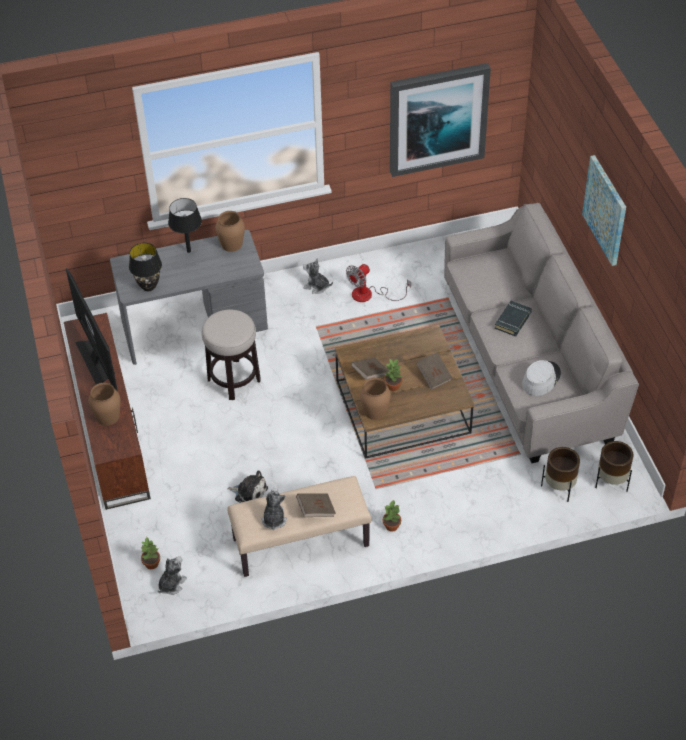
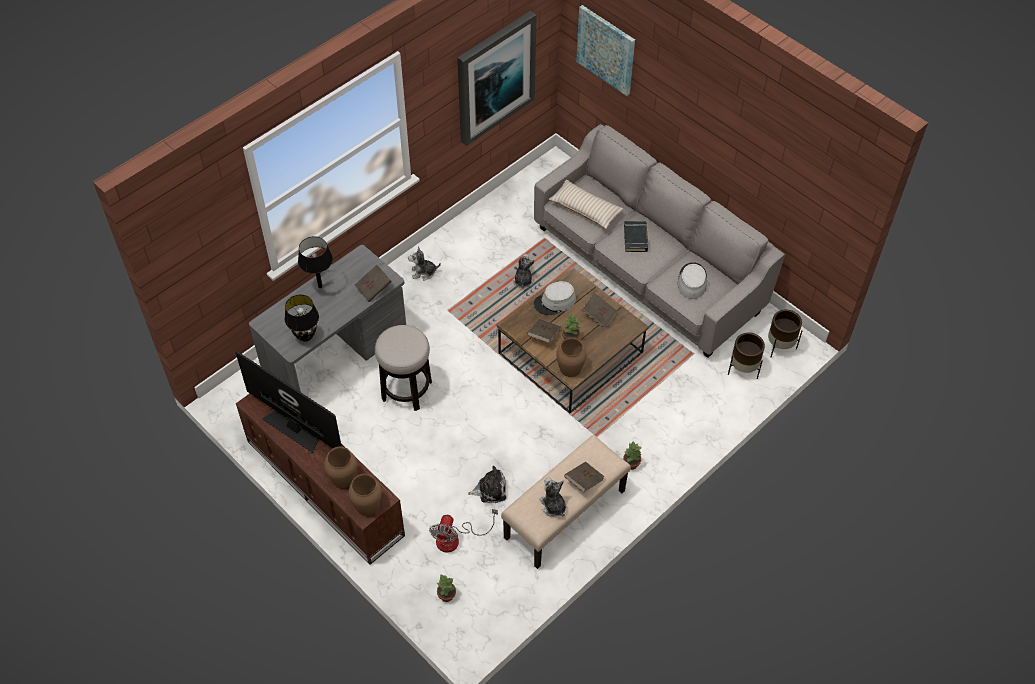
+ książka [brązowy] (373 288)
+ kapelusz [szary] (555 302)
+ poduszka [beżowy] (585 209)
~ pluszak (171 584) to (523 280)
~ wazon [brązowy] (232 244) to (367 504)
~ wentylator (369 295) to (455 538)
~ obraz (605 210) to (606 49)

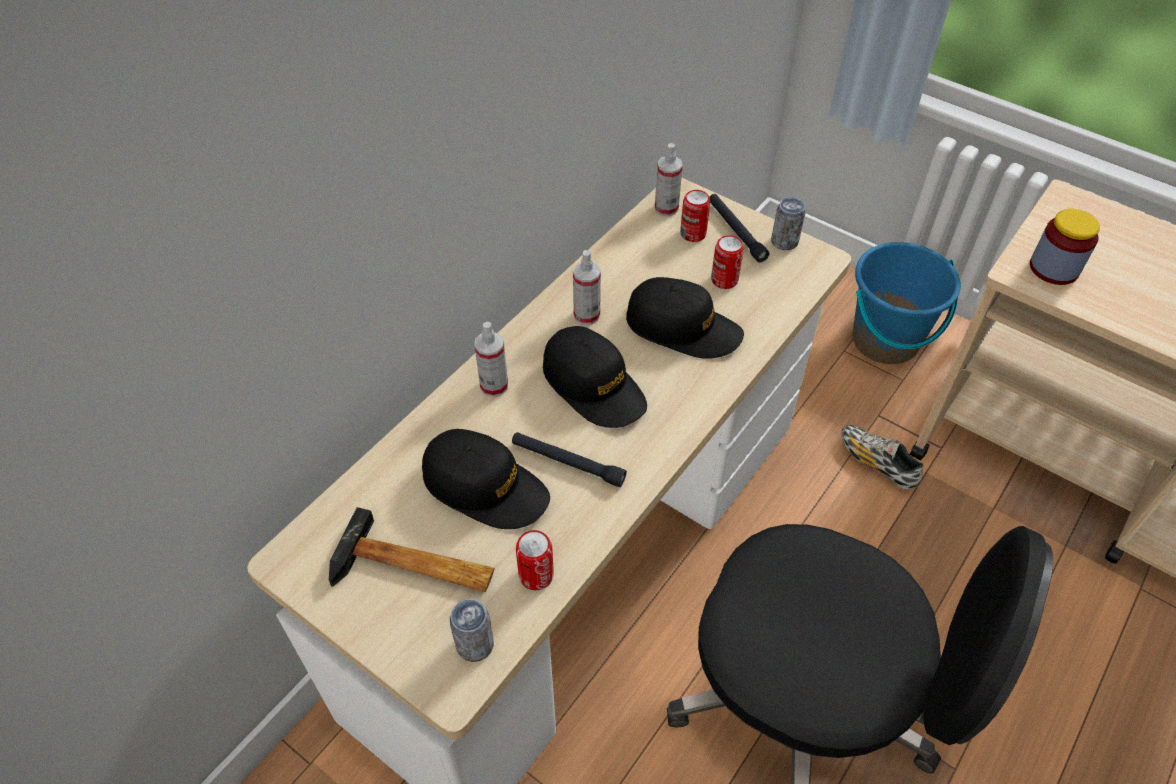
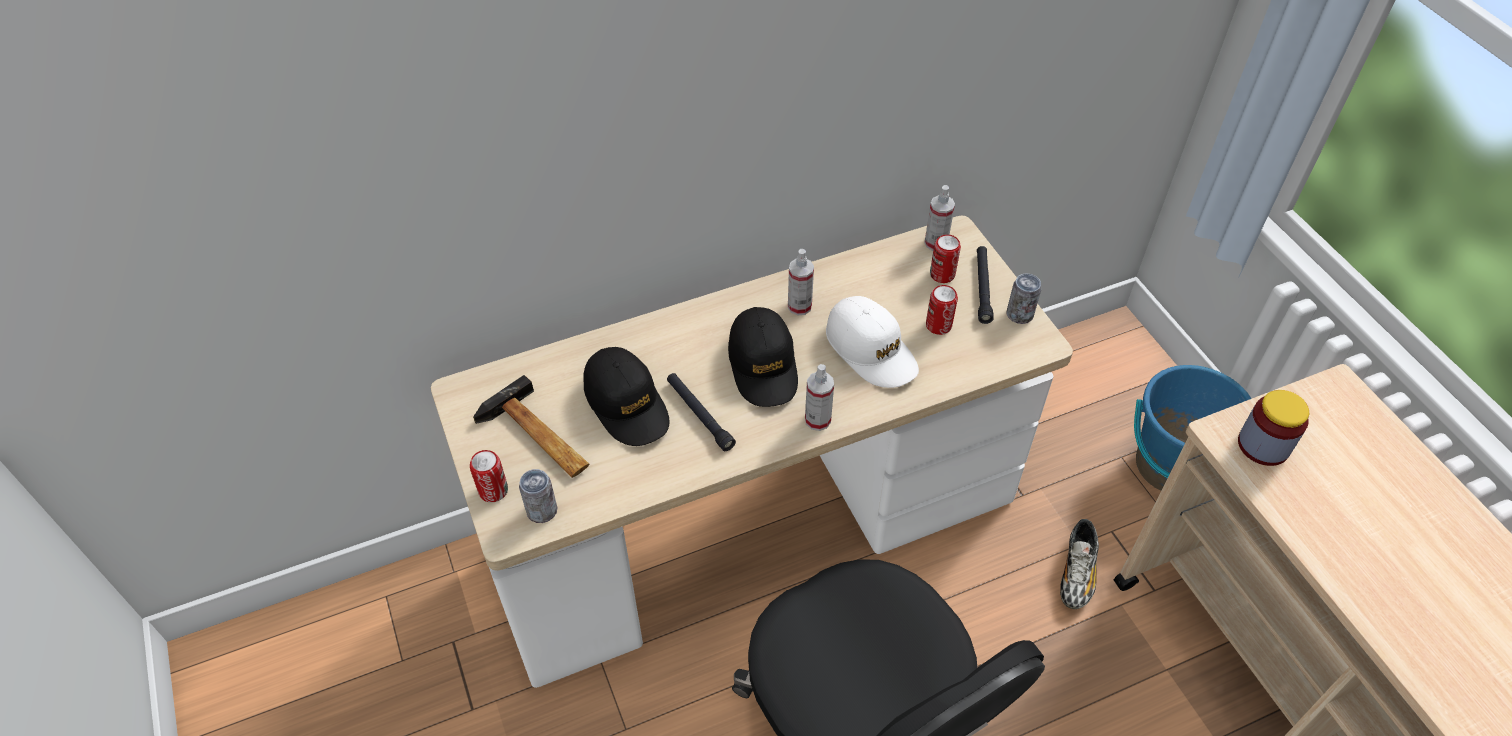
~ spryskiwacz (494 386) to (817 420)
~ puszka (536 575) to (493 490)
~ czapka z daszkiem [czarny] (683 327) to czapka z daszkiem [biały] (871 350)
~ but (876 463) = (1077 573) 150 degrees counterclockwise

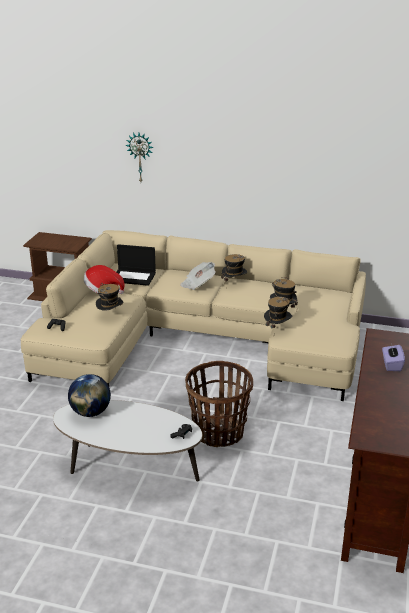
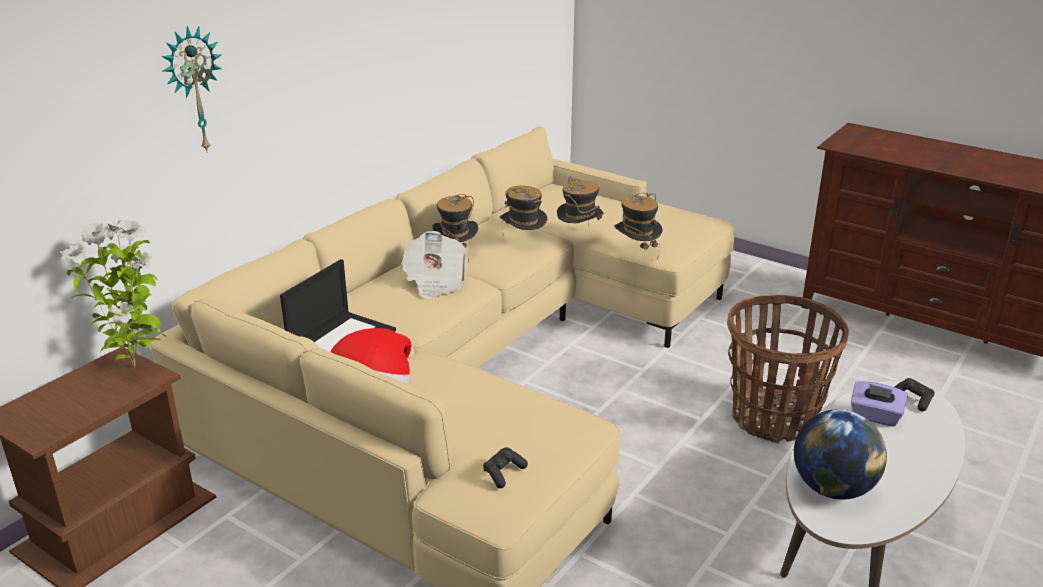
+ roślina doniczkowa (136 365)
~ kapelusz (110 316) to (523 242)
~ pudełko chusteczek [fioletowy] (391 365) to (875 416)

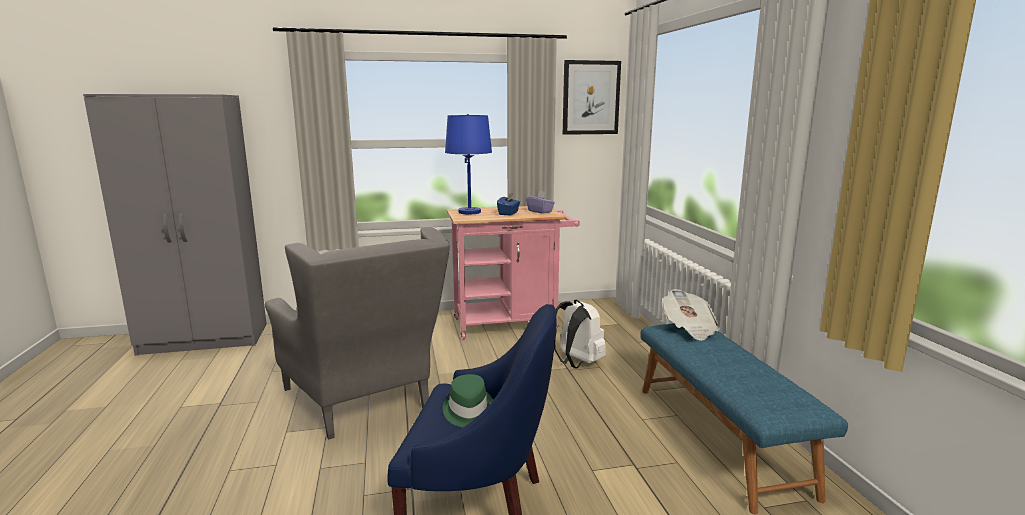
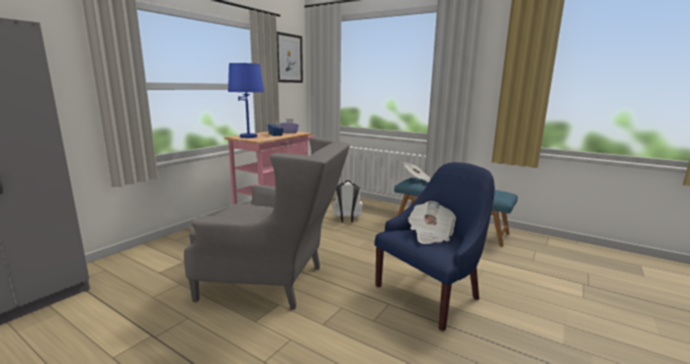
~ kapelusz [zielony] (468 411) to gazeta (430 235)

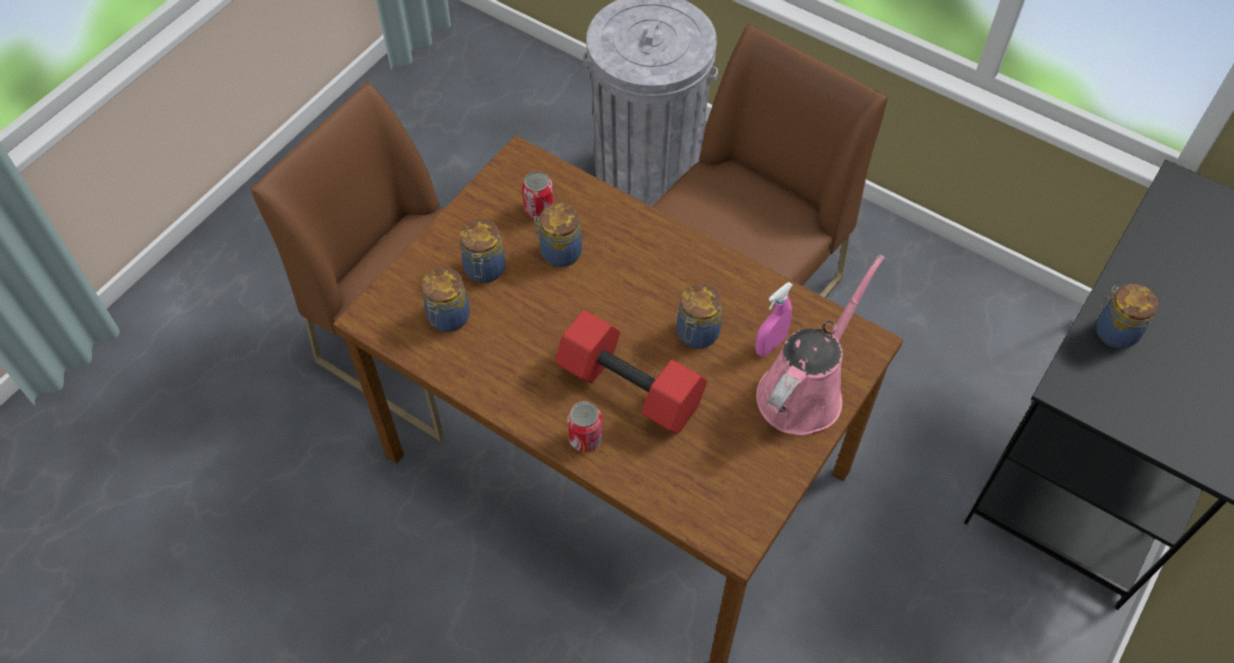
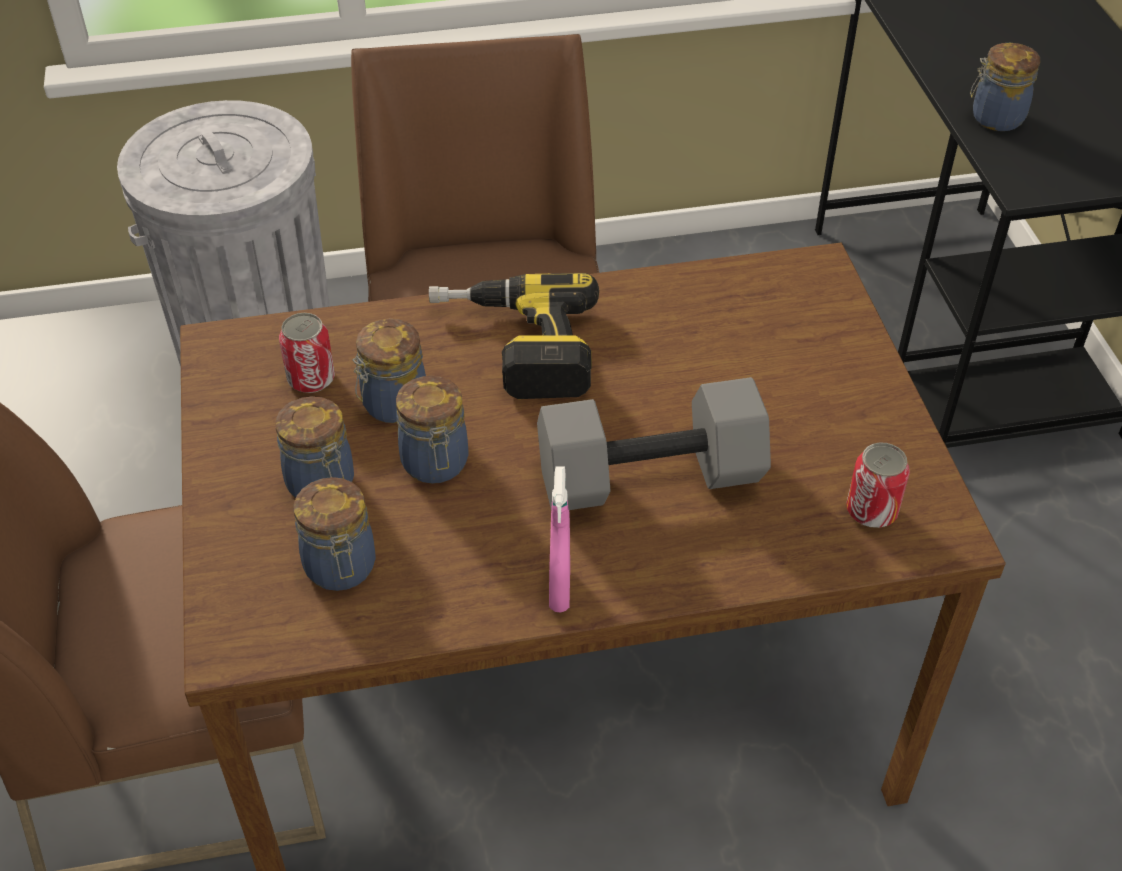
- konewka [różowy] (804 390)
+ wiertarka (513 347)
~ puszka (585 438) to (871 511)
~ słoik (696 334) to (435 464)
~ spryskiwacz [różowy] (770 345) to (559 589)
~ hantel [czerwony] (632 386) to hantel [szary] (651 474)

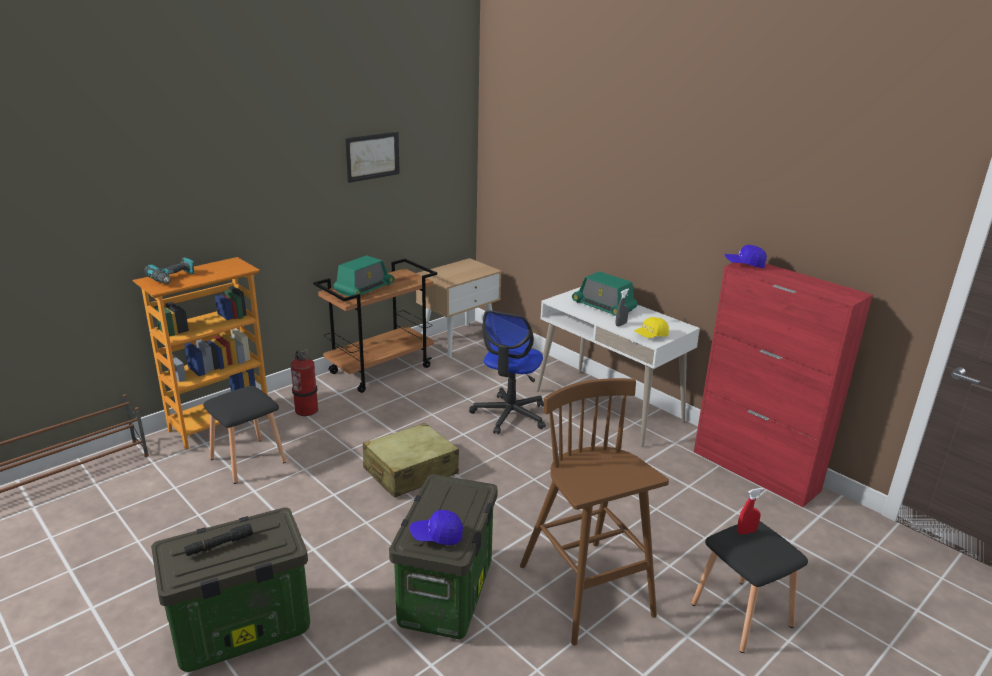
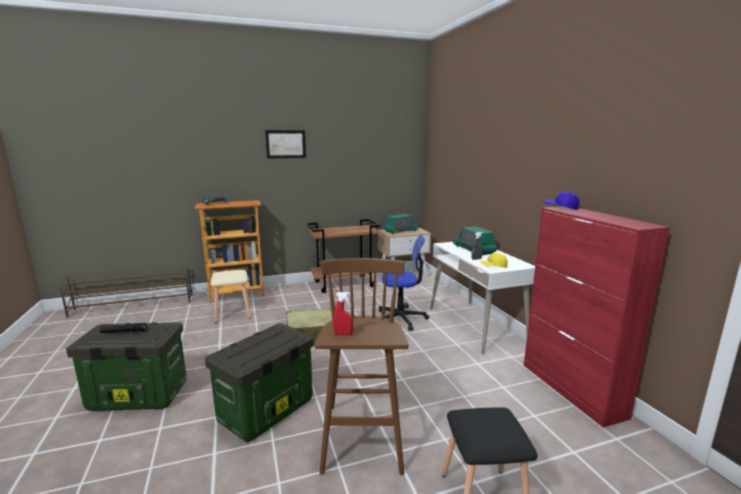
- gaśnica (307 410)
- czapka z daszkiem [niebieski] (437 536)
~ radio (364 289) to (401 231)
~ obraz (372 156) to (286 144)
~ spryskiwacz [czerwony] (746 532) to (343 334)
~ stołek [czarny] (248 460) to stołek [beżowy] (233 313)
~ krzesło biurowe (509 415) = (401 318) 135 degrees counterclockwise

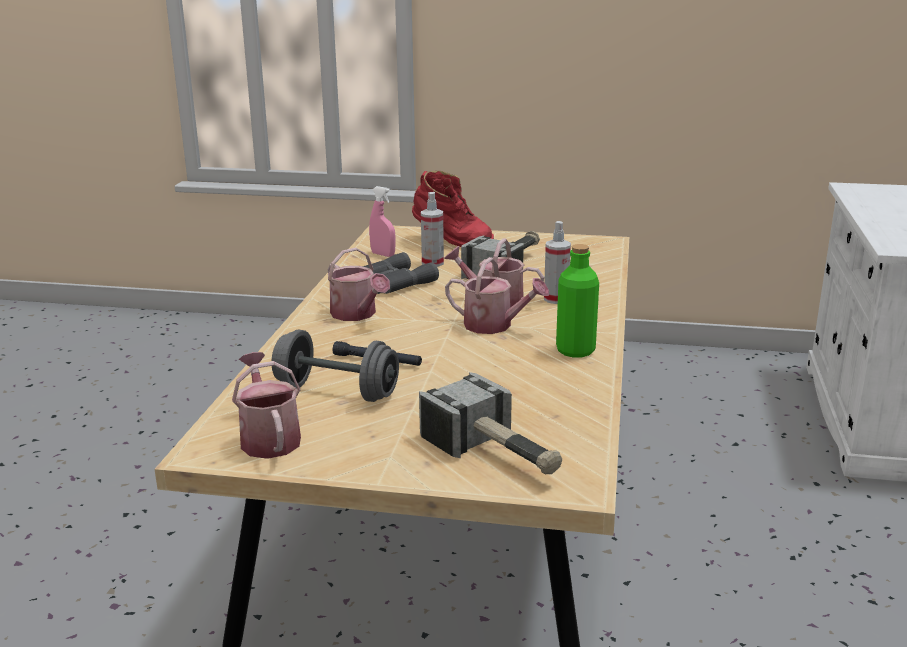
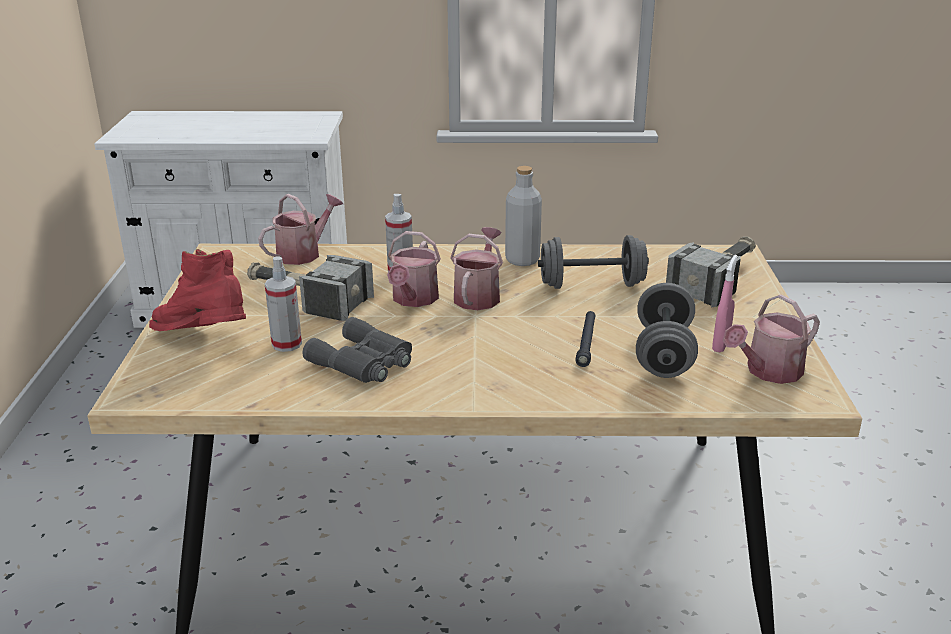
+ hantel [szary] (591 285)
~ konewka (357 314) to (303 253)
~ spryskiwacz [różowy] (383 254) to (720 345)
~ butelka [zielony] (575 350) to butelka [szary] (522 260)
~ but z cholewką [czerwony] (451 243) = (204 339) 75 degrees counterclockwise

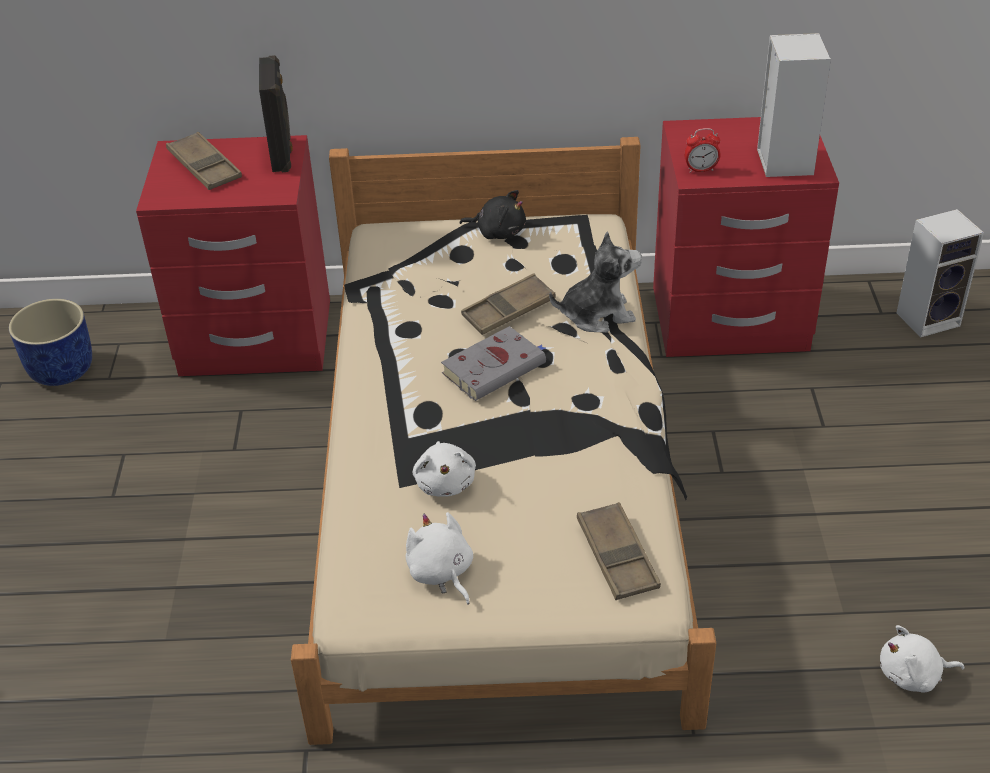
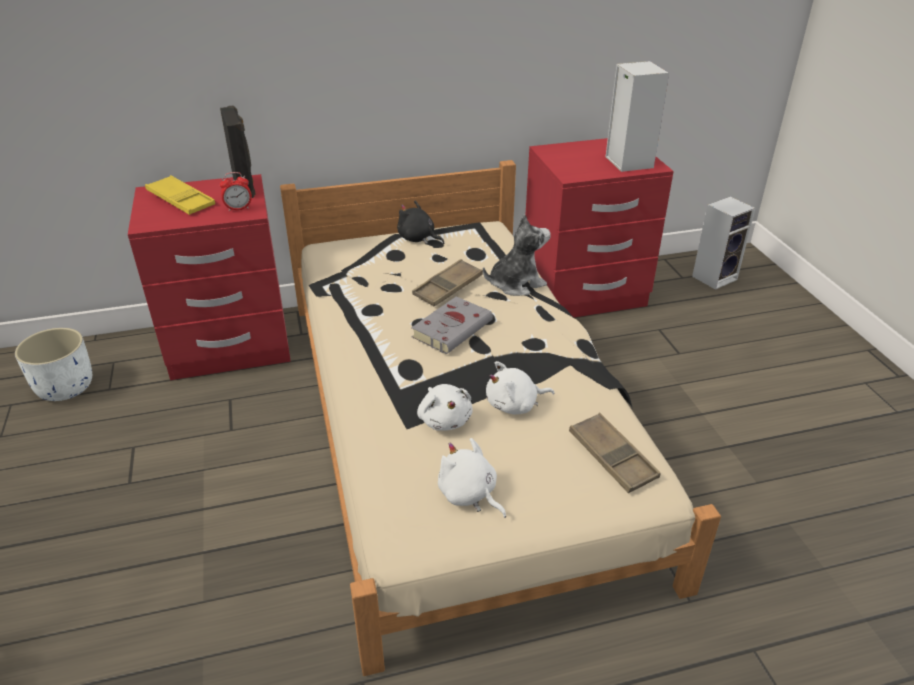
~ budzik (701 170) to (238 208)
~ pluszak [biały] (913 675) to (515 405)
~ donica [niebieski] (61 370) to donica [biały] (65 388)
~ taca [brązowy] (204 167) to taca [żółty] (181 200)
~ pluszak [czarny] (498 232) = (418 238) 150 degrees counterclockwise

